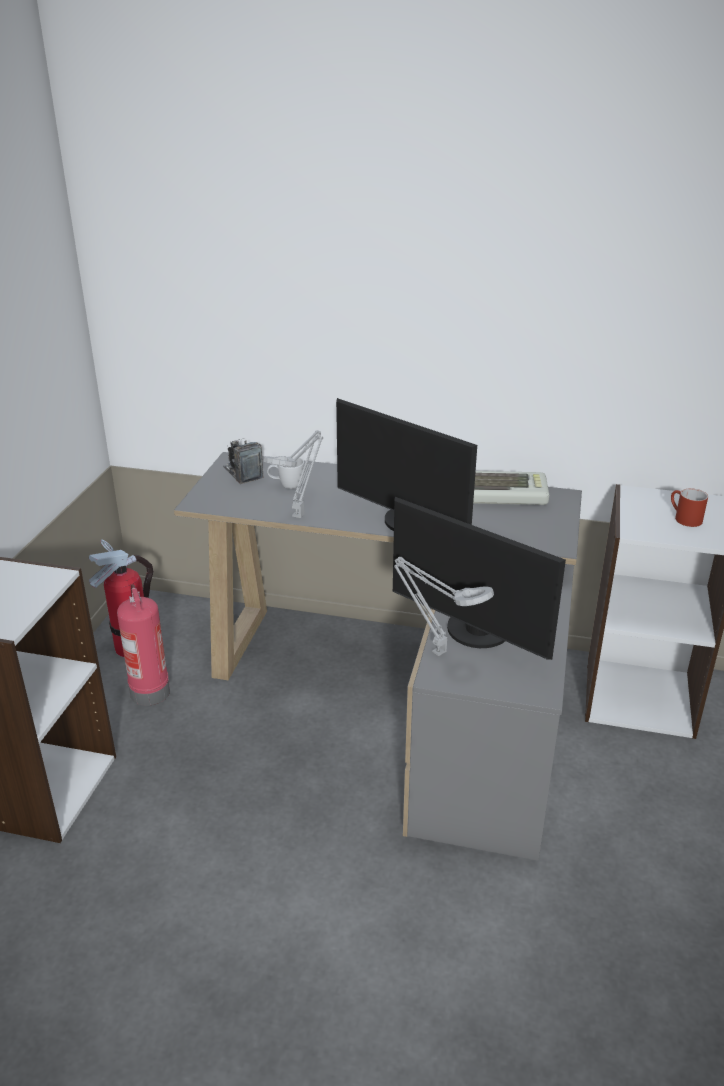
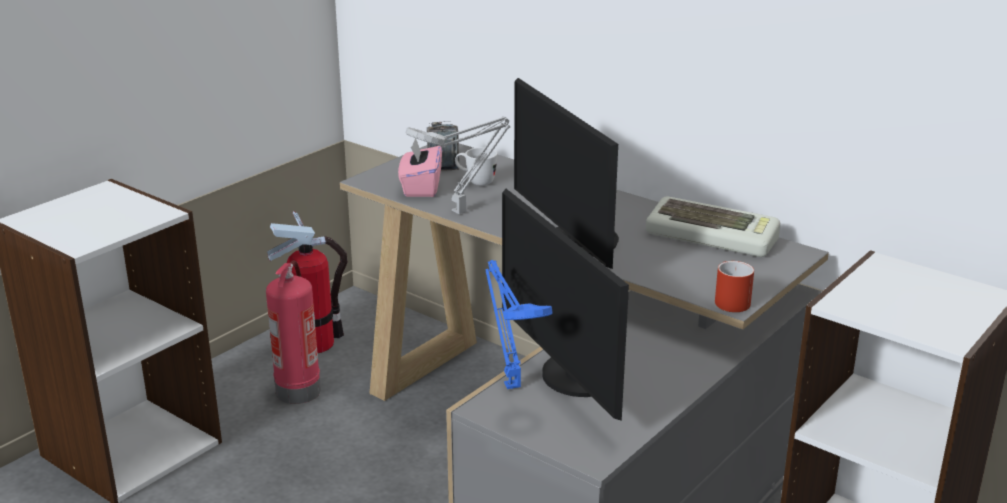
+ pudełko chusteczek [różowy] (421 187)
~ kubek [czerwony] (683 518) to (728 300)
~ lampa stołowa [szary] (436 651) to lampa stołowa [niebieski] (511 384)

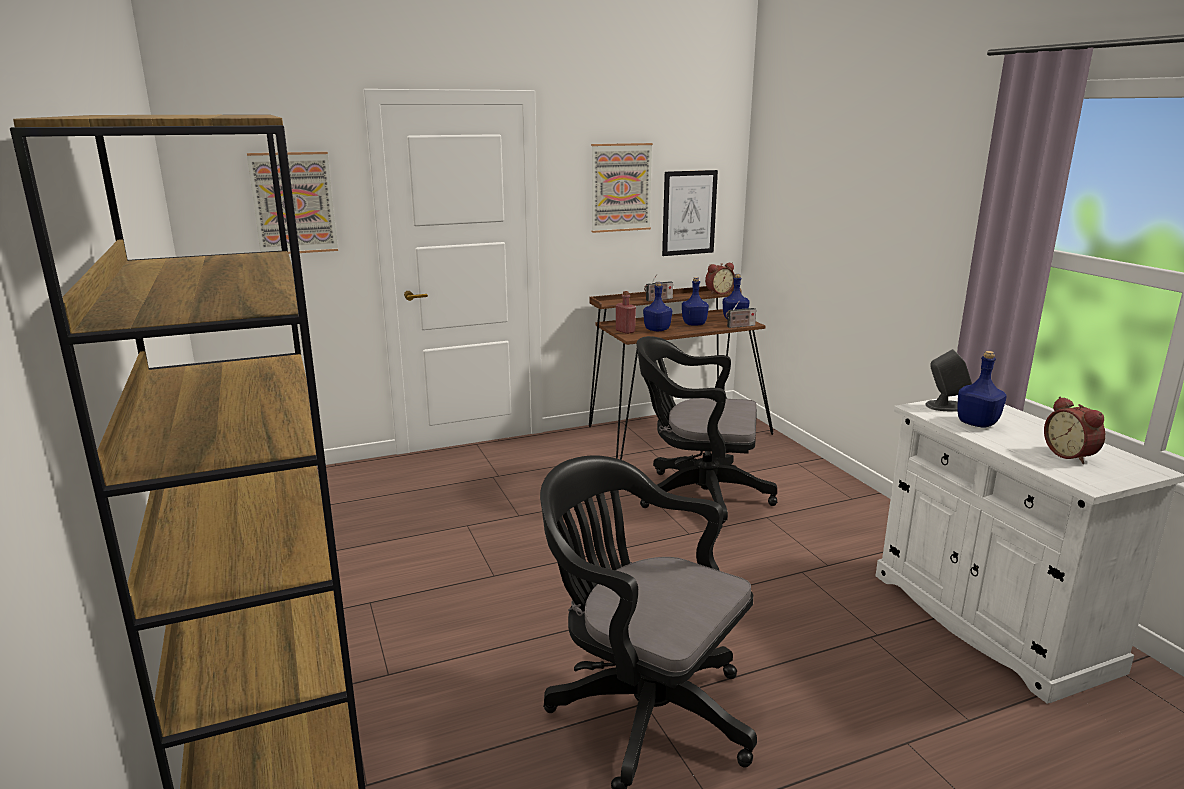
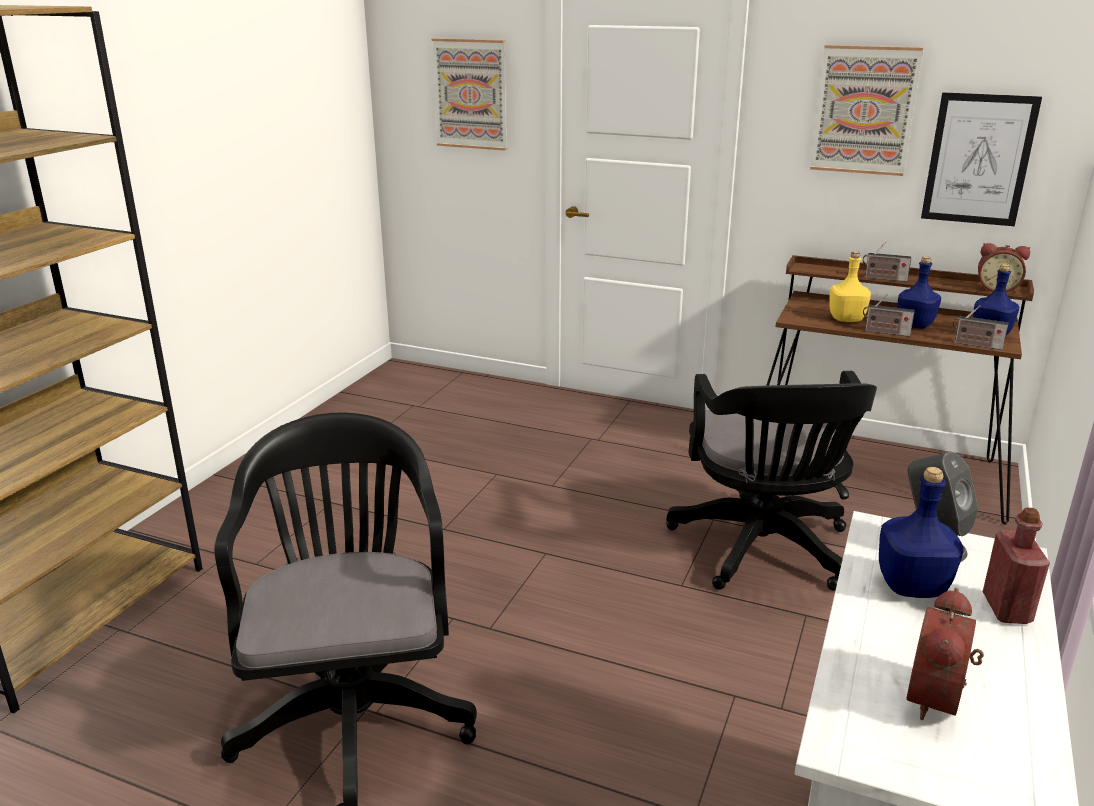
+ radio (885 332)
~ butelka [czerwony] (625 331) to (1006 609)
~ butelka [niebieski] (657 330) to butelka [żółty] (847 319)
~ krzesło biurowe [czarny] (697 496) = (763 551) 150 degrees counterclockwise

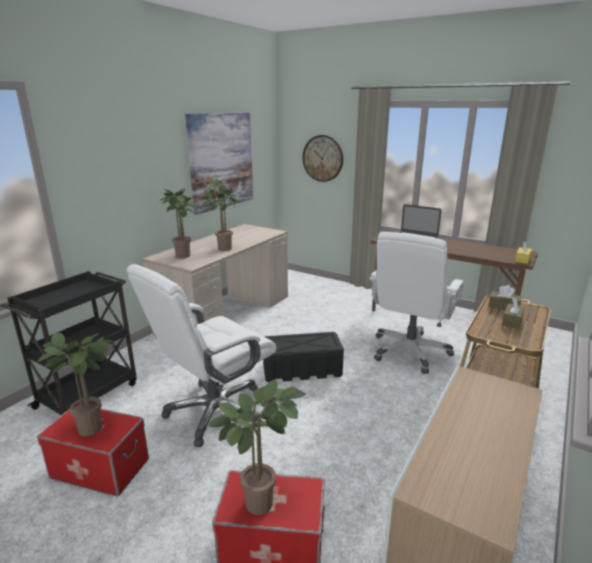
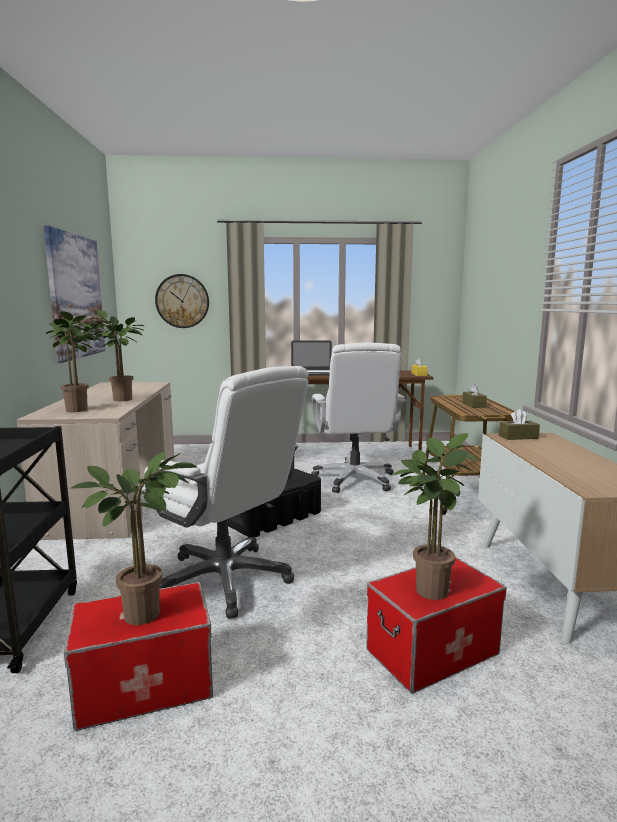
~ pudełko chusteczek [brązowy] (503 307) to (518 437)
~ krzesło biurowe [biały] (215 411) = (225 580) 60 degrees counterclockwise

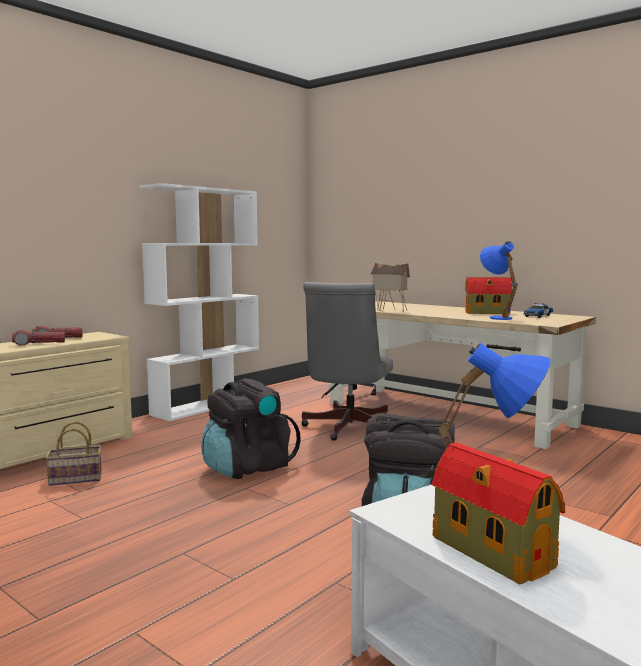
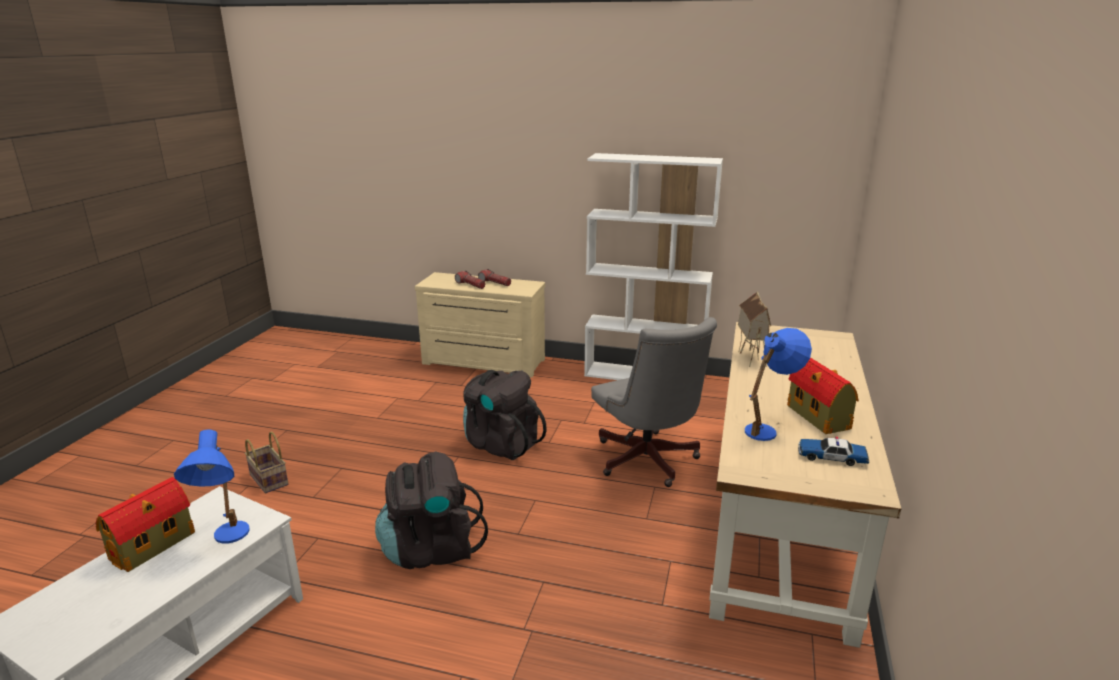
~ koszyk (74 479) to (267 479)
~ krzesło biurowe [szary] (346 429) = (648 463) 105 degrees counterclockwise

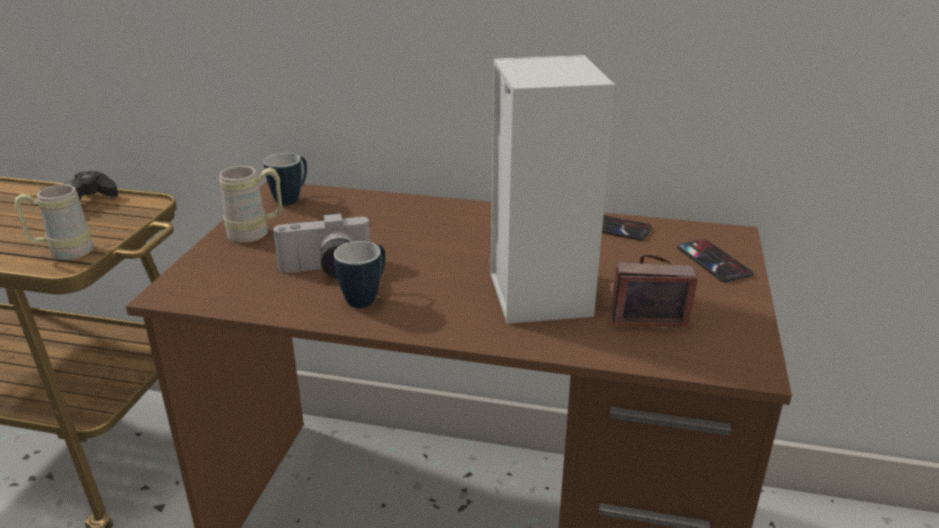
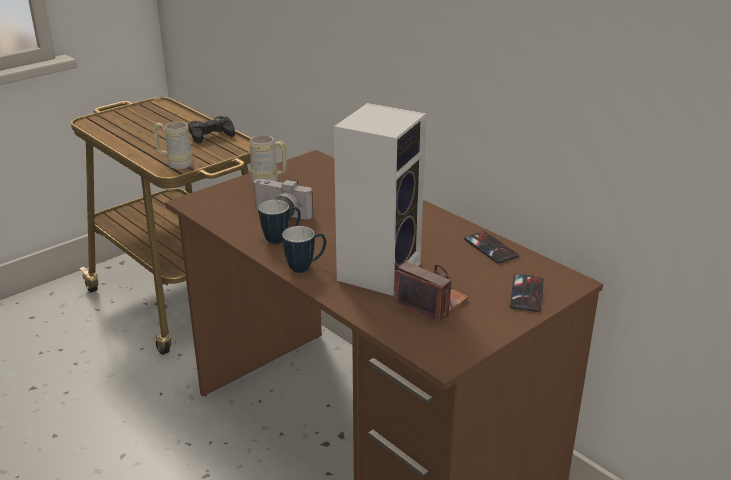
~ kubek (292 199) to (305 267)

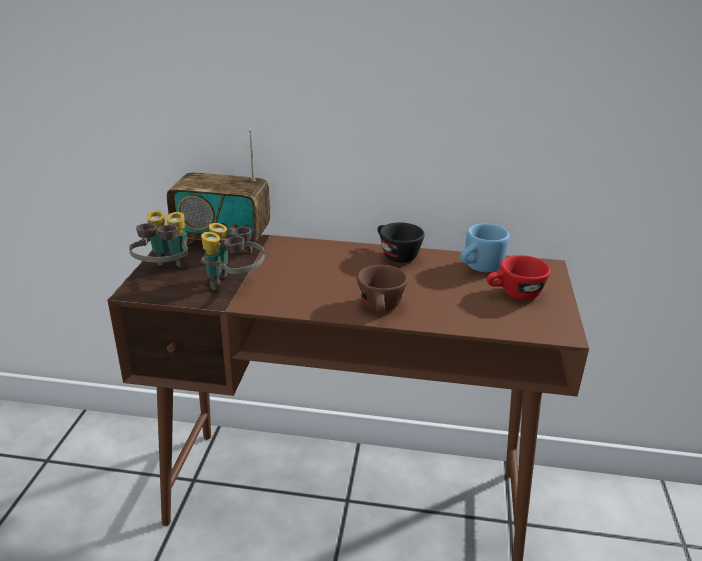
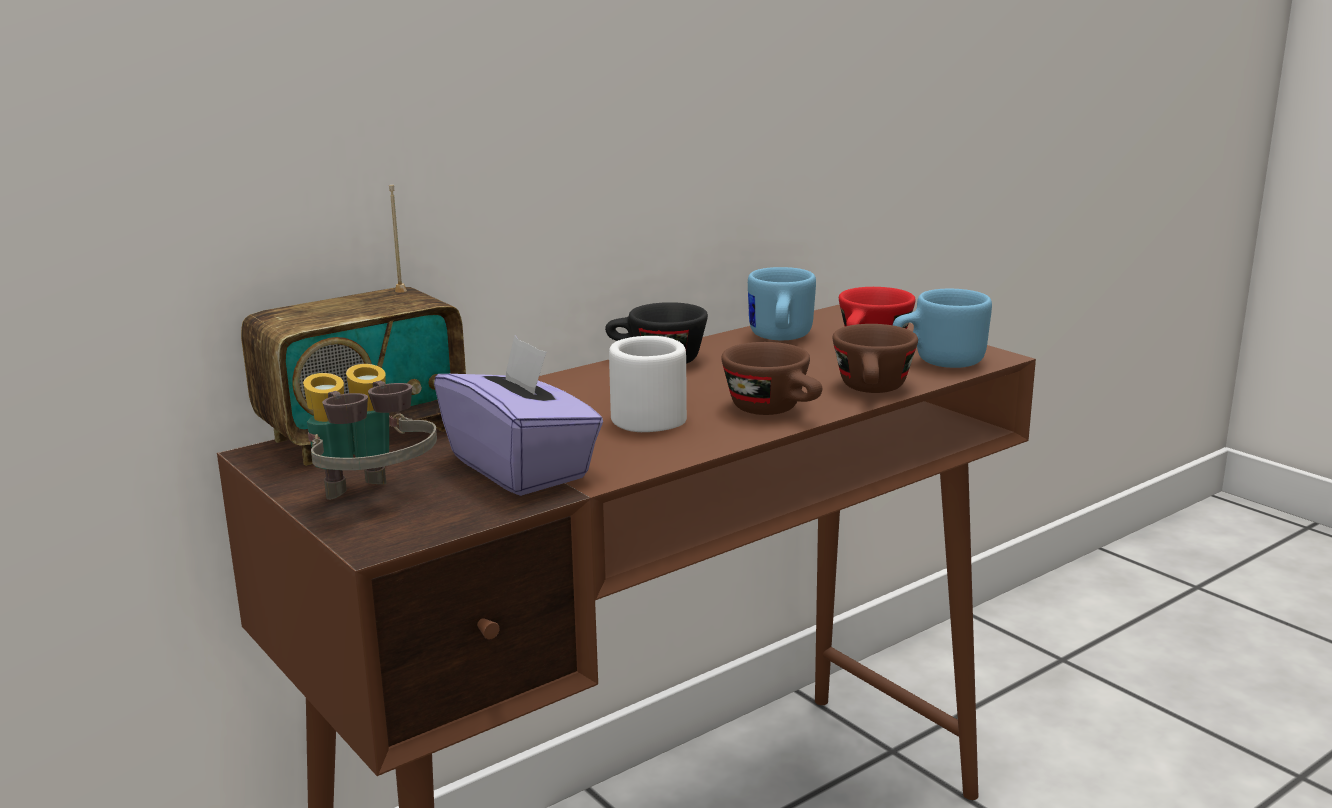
+ kubek [biały] (642 415)
+ filiżanka [brązowy] (873 390)
+ kubek [niebieski] (938 362)
~ lornetka (234 284) to pudełko chusteczek [fioletowy] (521 467)

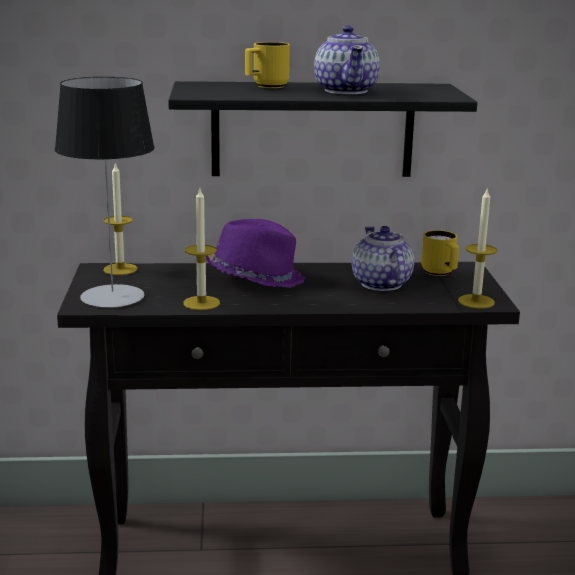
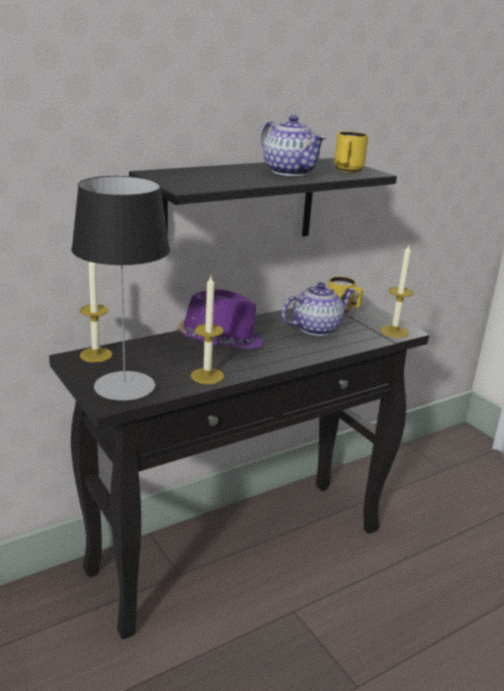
~ kubek [żółty] (266 86) to (347 171)
~ imbryk (381 284) = (315 328) 105 degrees clockwise

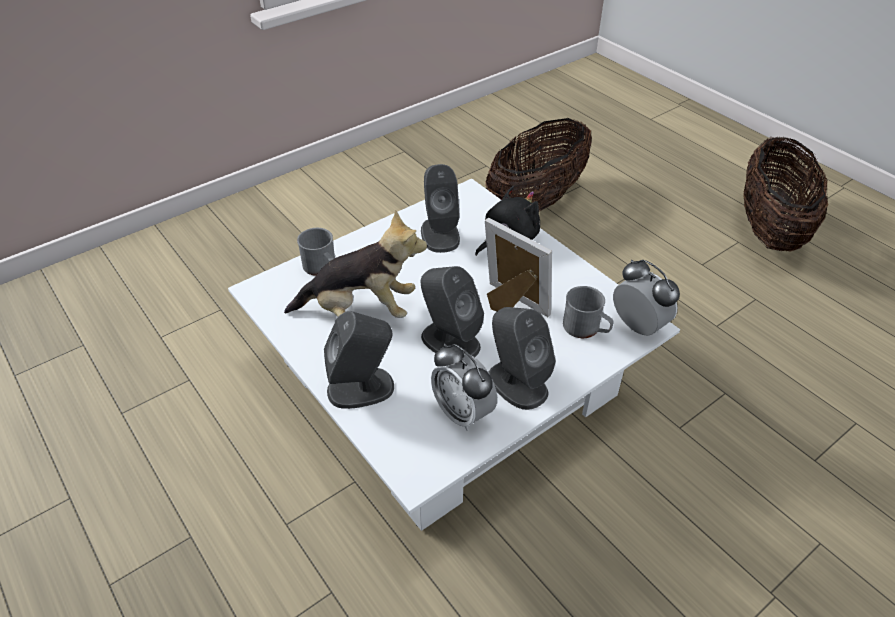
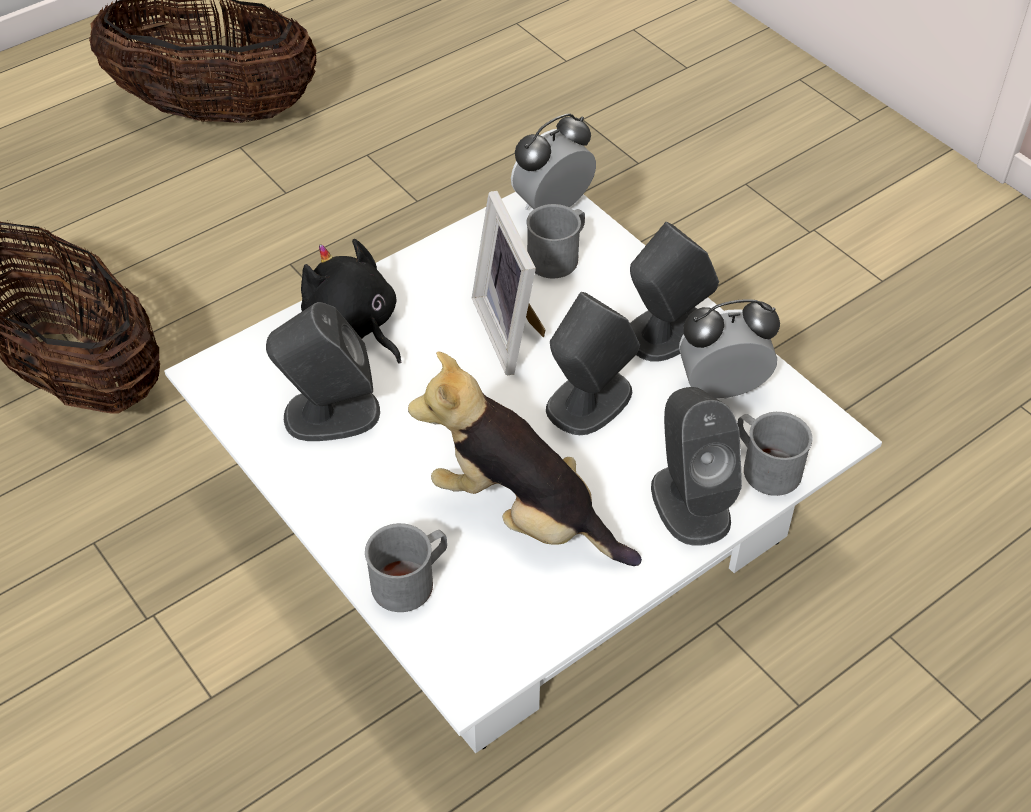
+ kubek [szary] (764 466)
~ pluszak (361 310) = (523 514) 60 degrees counterclockwise
~ budzik (463 412) = (722 388) 150 degrees counterclockwise
~ ramka na zdjęcie (511 306) = (513 330) 60 degrees counterclockwise

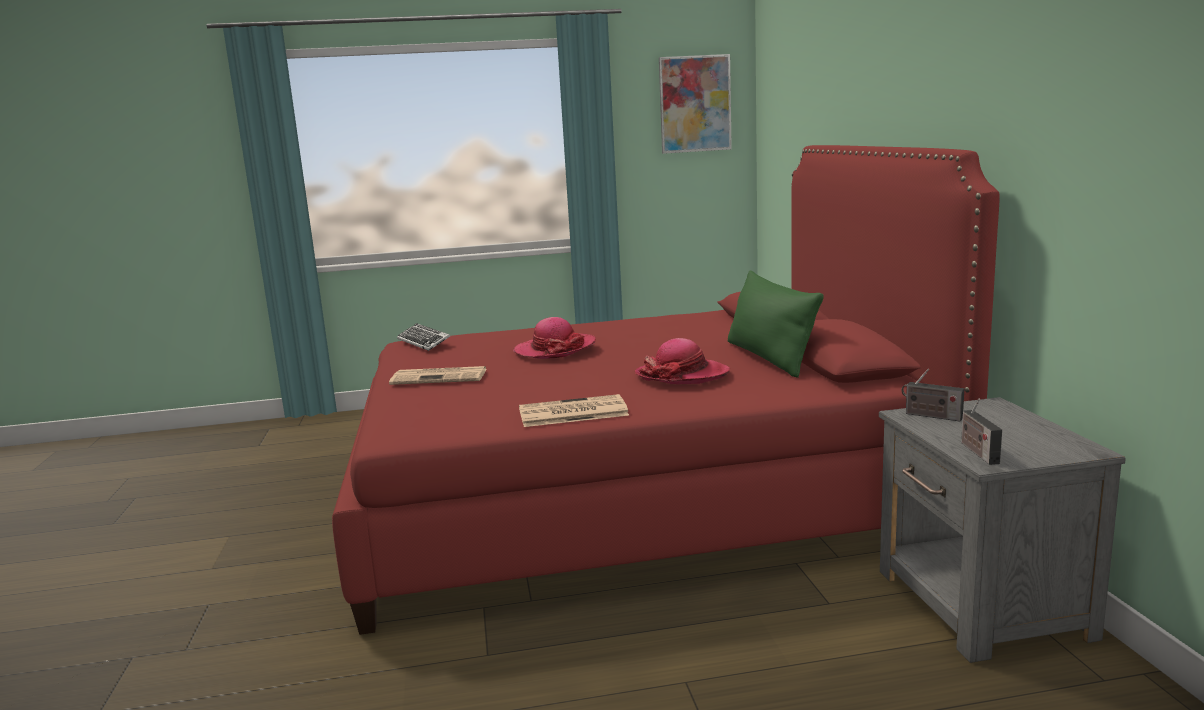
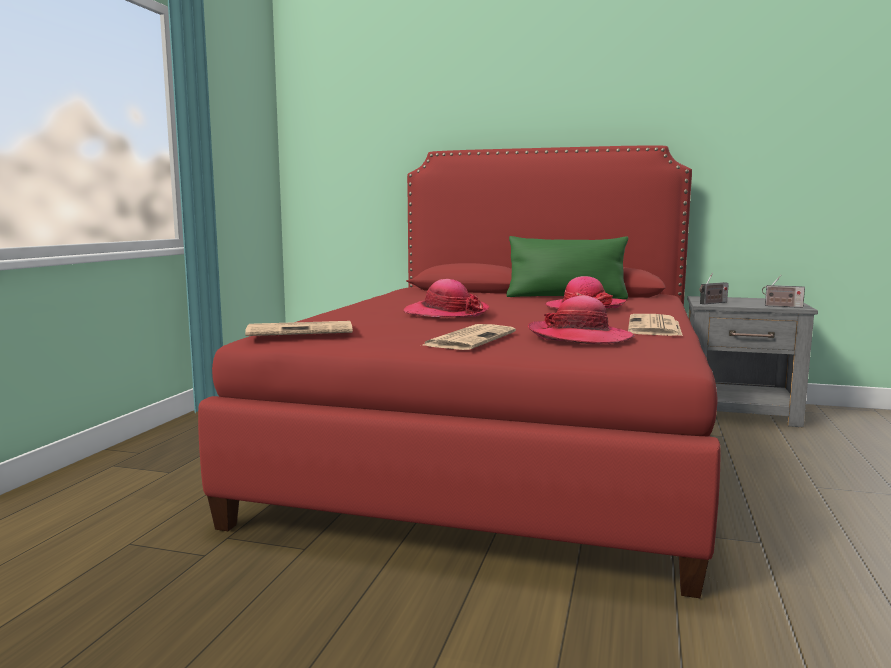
- obraz (695 104)
+ kapelusz (579 337)
~ klawiatura (424 342) to gazeta (301 331)

